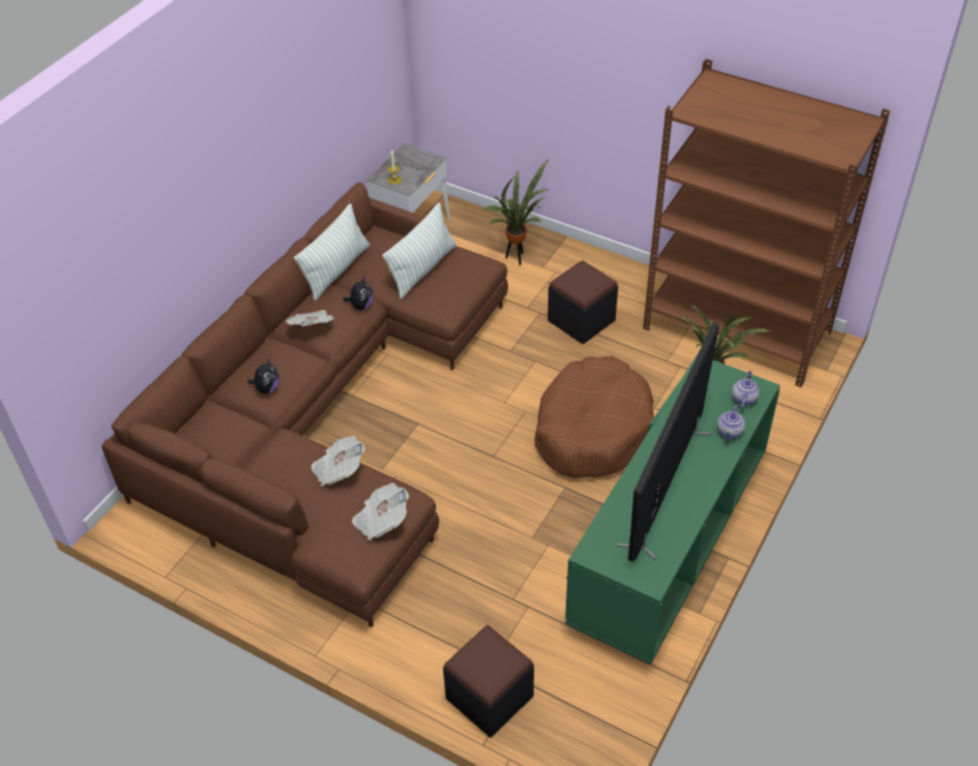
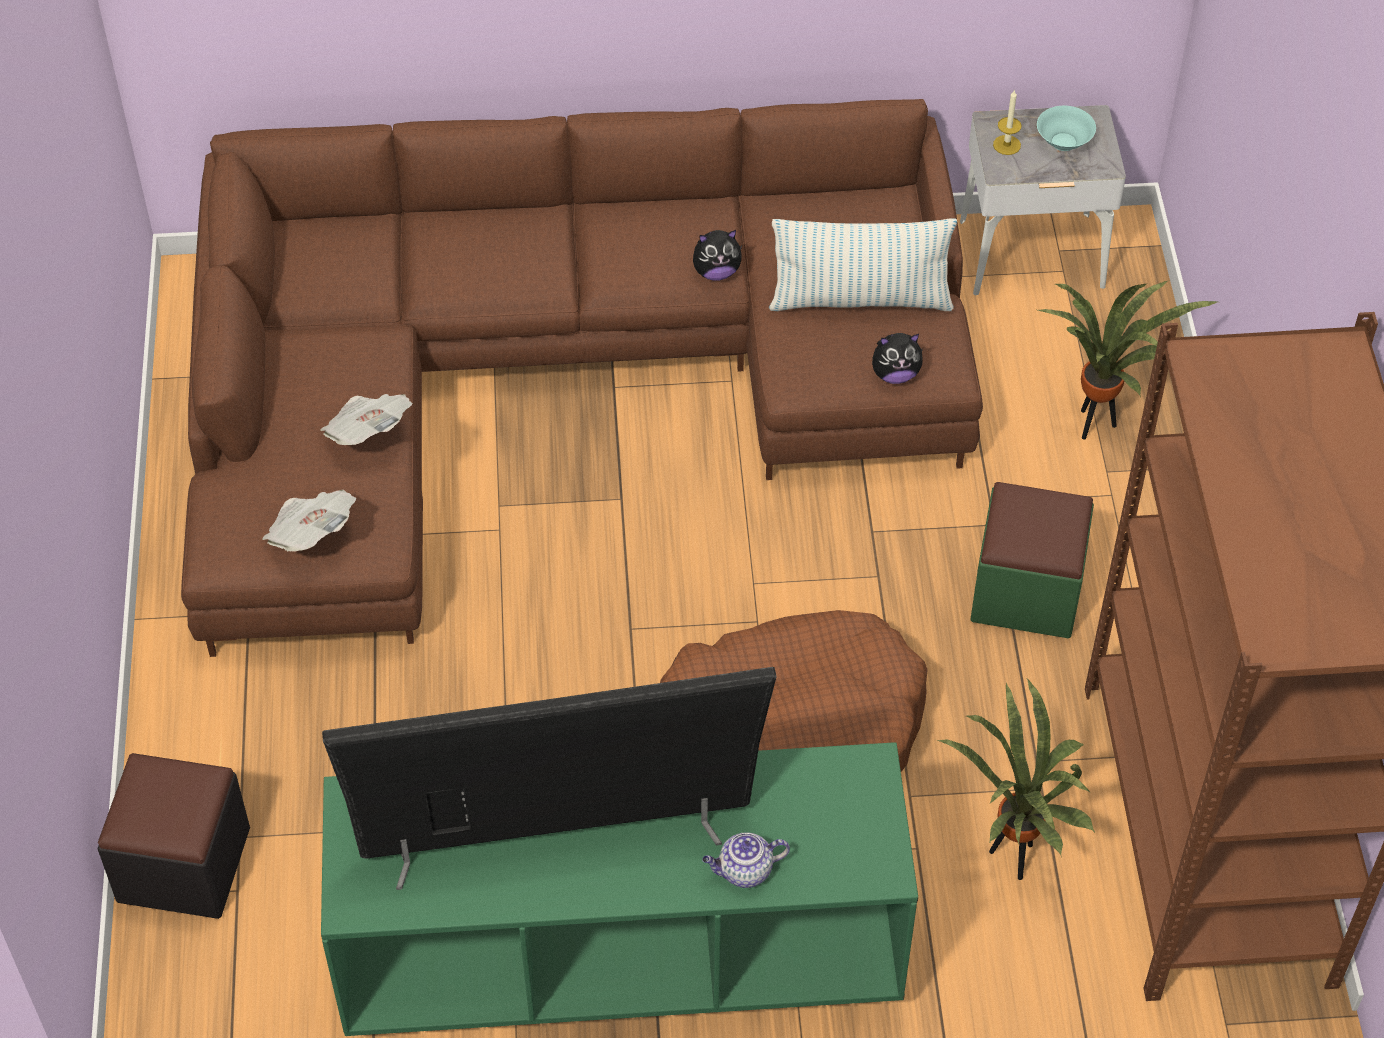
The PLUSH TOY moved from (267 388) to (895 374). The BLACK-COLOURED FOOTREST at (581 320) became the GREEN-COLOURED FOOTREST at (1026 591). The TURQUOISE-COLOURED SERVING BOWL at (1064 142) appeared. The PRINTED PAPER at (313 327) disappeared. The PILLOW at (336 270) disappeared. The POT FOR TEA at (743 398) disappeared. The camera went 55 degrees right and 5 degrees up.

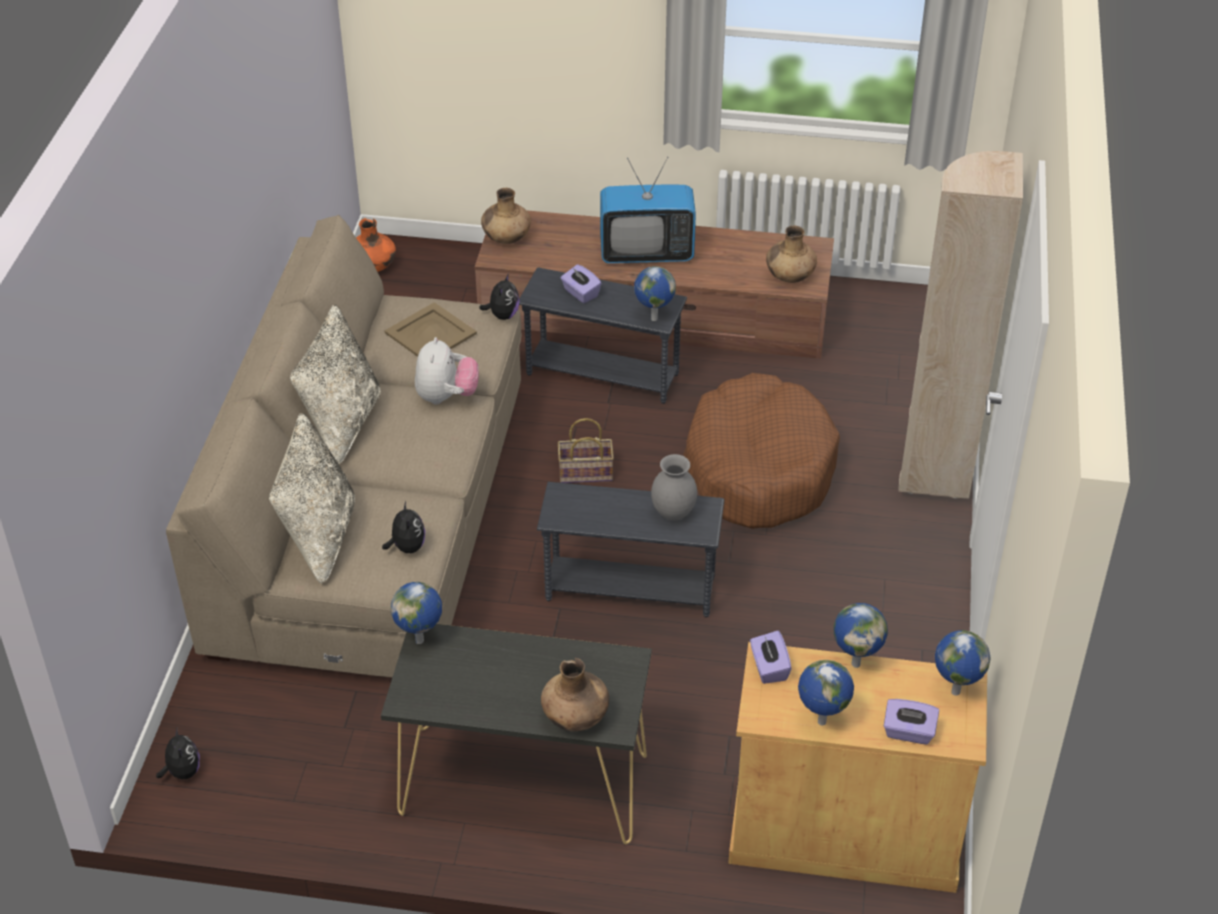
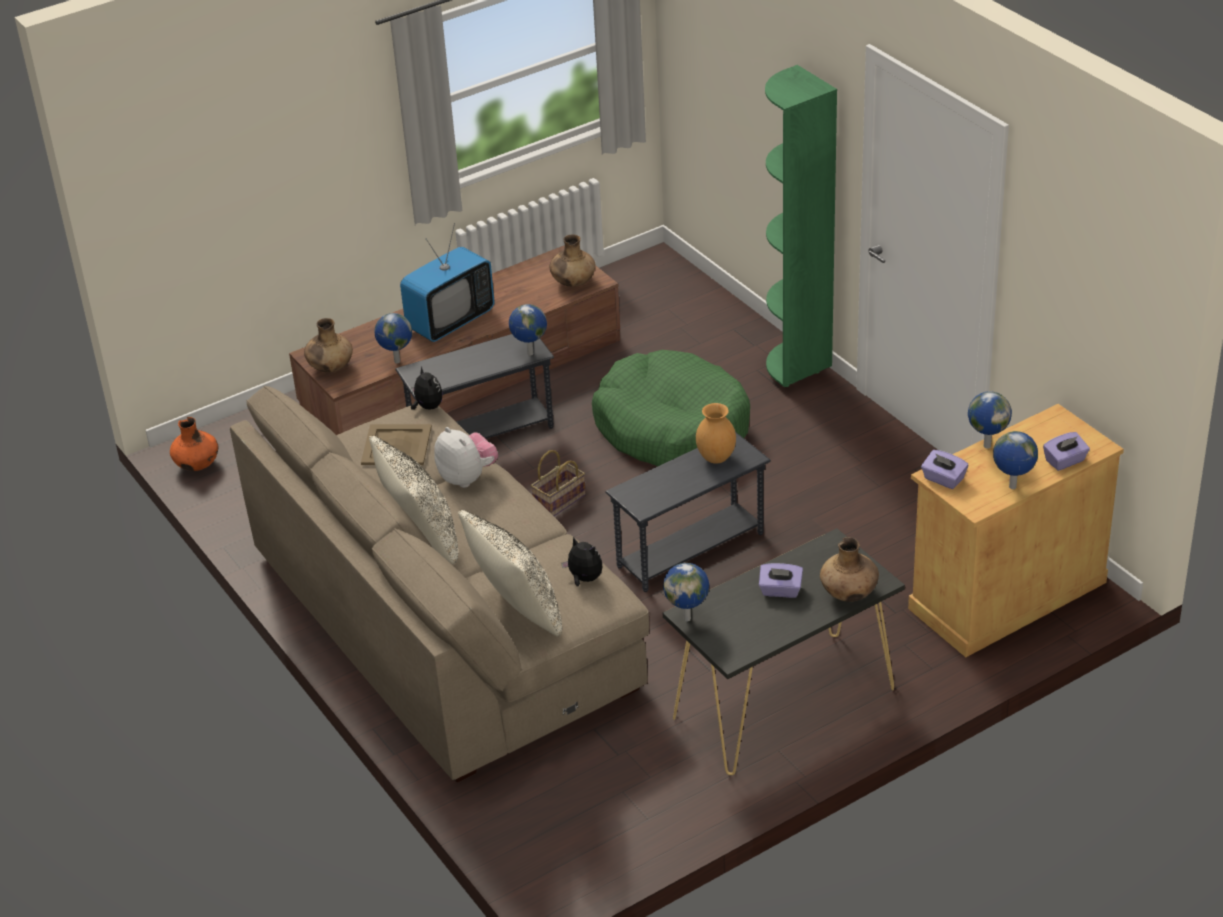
The WORLD GLOBE moved from (954 691) to (396 361). The BROWN PET BED at (759 469) became the GREEN-COLOURED PET BED at (673 429). The GREYISH DECORATIVE VASE at (673 513) became the BROWN DECORATIVE VASE at (715 458). The PURPLE BOX OF TISSUES moved from (580 293) to (780 591). The BEIGE BOOKSHELF at (935 481) became the GREEN-COLOURED BOOKSHELF at (793 370). The PLUSH TOY at (182 772) disappeared. The camera went 40 degrees left and 5 degrees down.

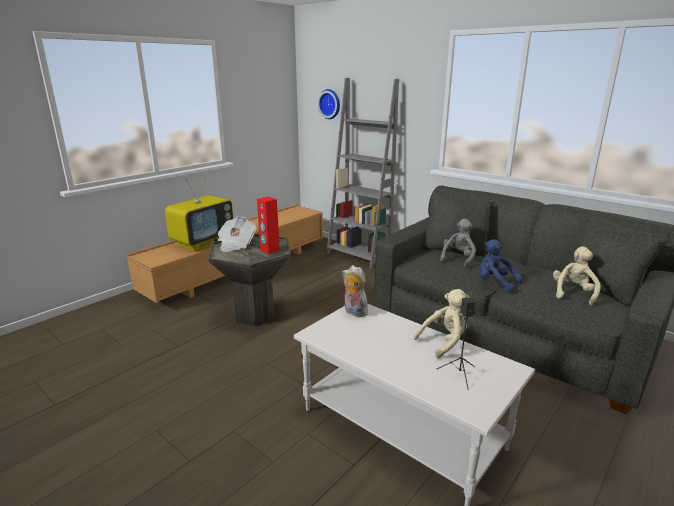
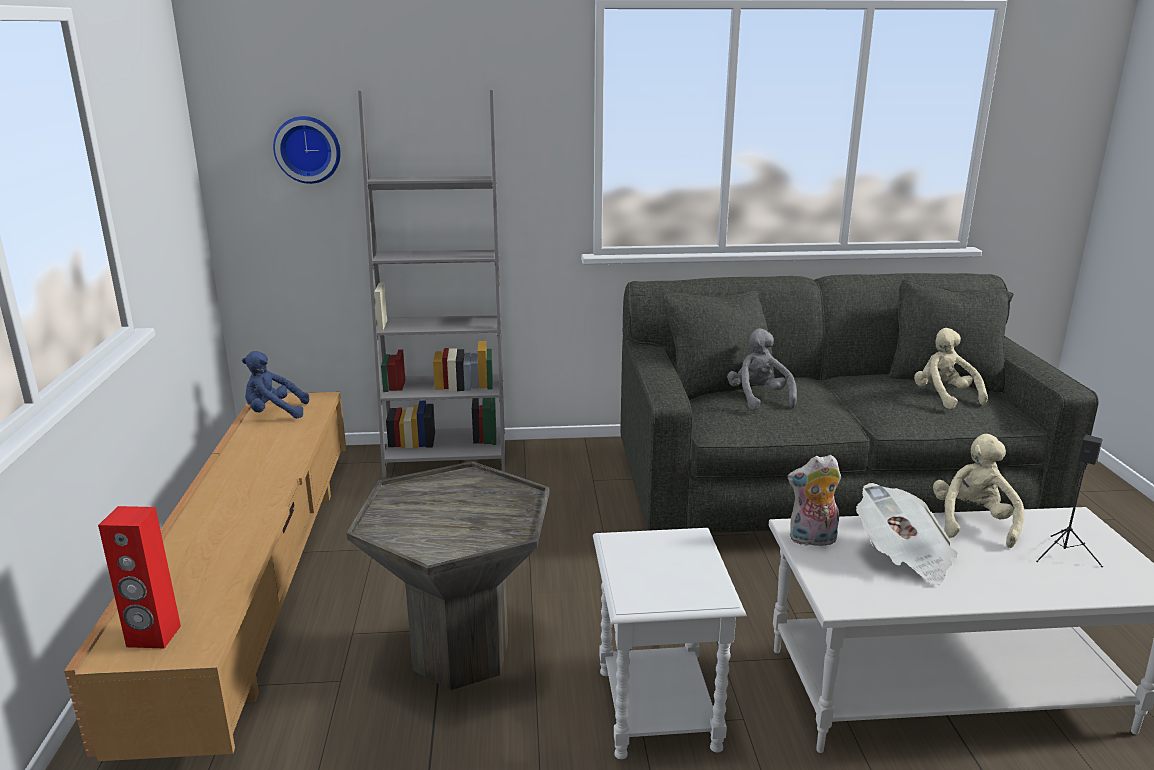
The REDDISH AUDIO SPEAKER moved from (269 250) to (153 637). The BLUE-COLOURED PLUSH TOY moved from (495 283) to (274 413). The WHITE END TABLE at (655 708) appeared. The PRINTED PAPER moved from (236 244) to (903 556). The TELEVISION at (203 242) disappeared. The camera went 45 degrees left and 0 degrees up.

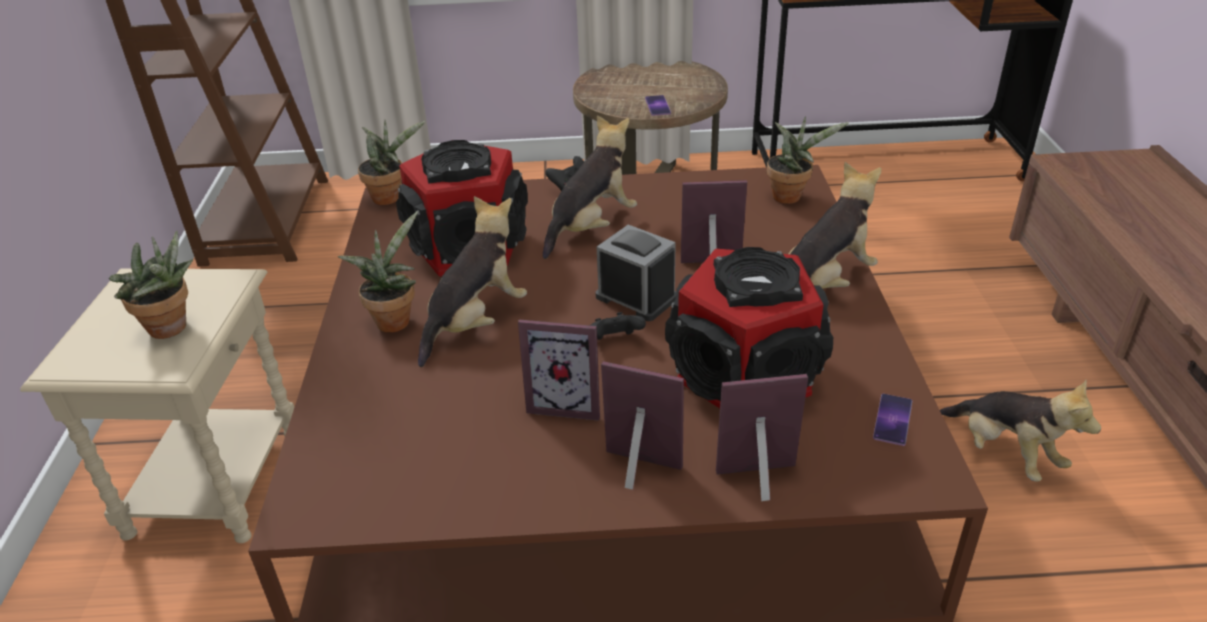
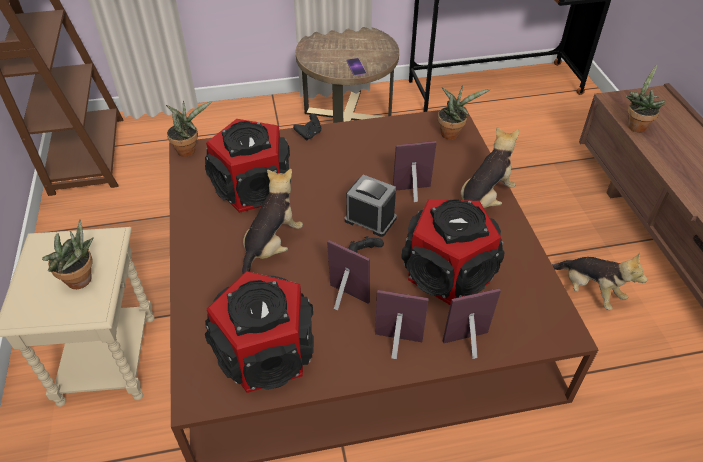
The AUDIO SPEAKER at (266 352) appeared. The STANDING FRAME at (567 402) turned 150 degrees counterclockwise. The POTTED PLANT moved from (394 319) to (635 125). The PLUSH TOY at (591 227) disappeared. The PHONE at (892 419) disappeared. The camera went 10 degrees left and 10 degrees up.

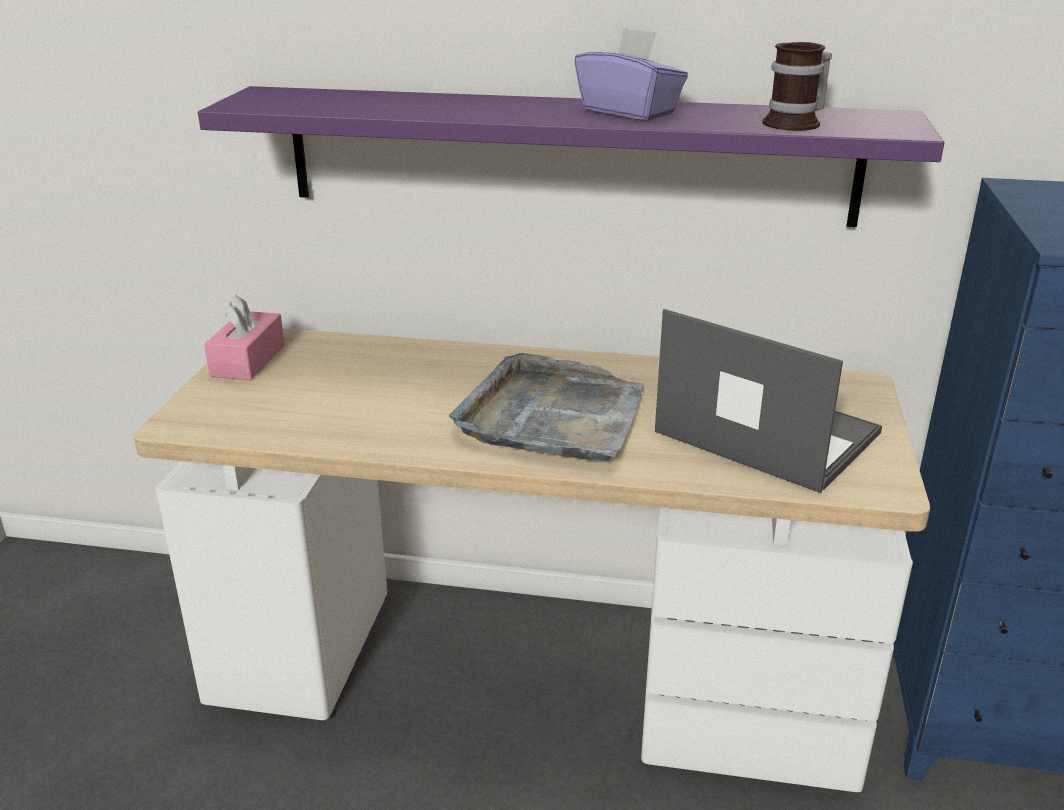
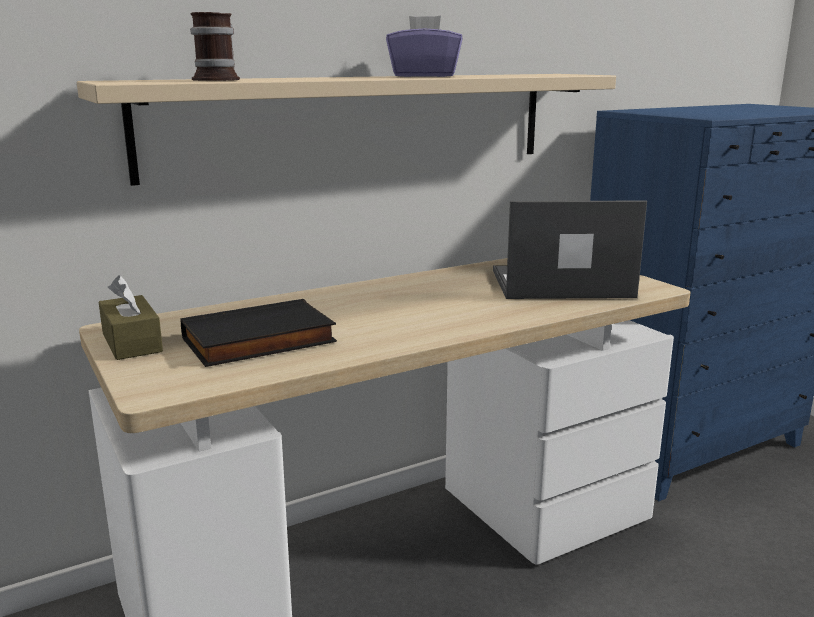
The PURPLE SHELF at (567 155) became the BEIGE SHELF at (357 122). The PINKISH BOX OF TISSUES at (248 360) became the BROWN BOX OF TISSUES at (132 342). The BLACK-COLOURED VOLUME at (258 342) appeared. The COFFEE MUG moved from (797 123) to (220 79). The GREYISH CARRYING TRAY at (552 416) disappeared. The camera went 40 degrees left and 10 degrees down.

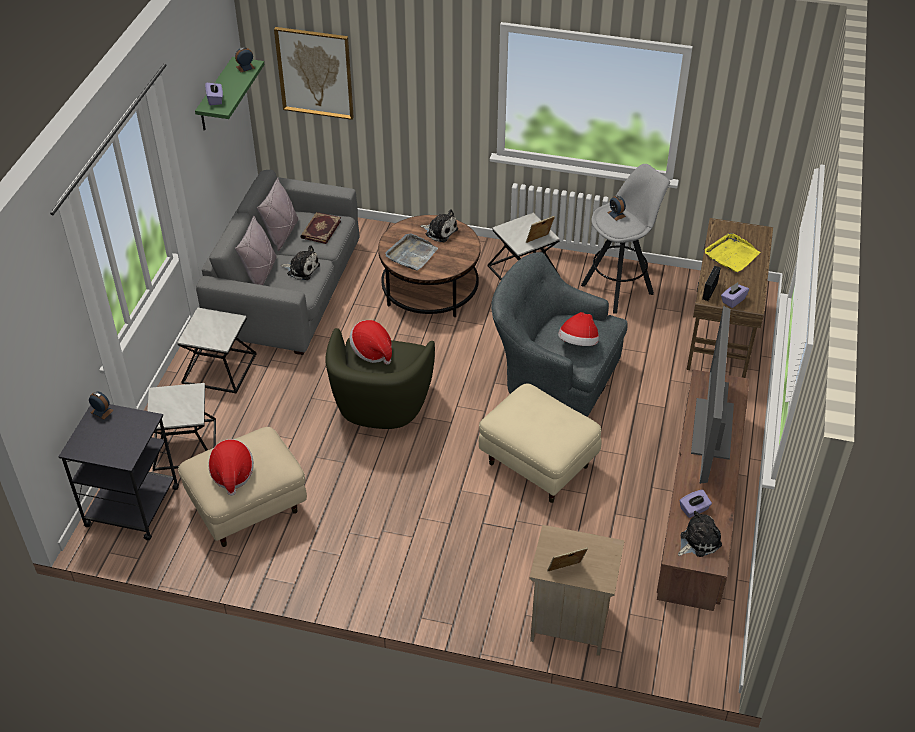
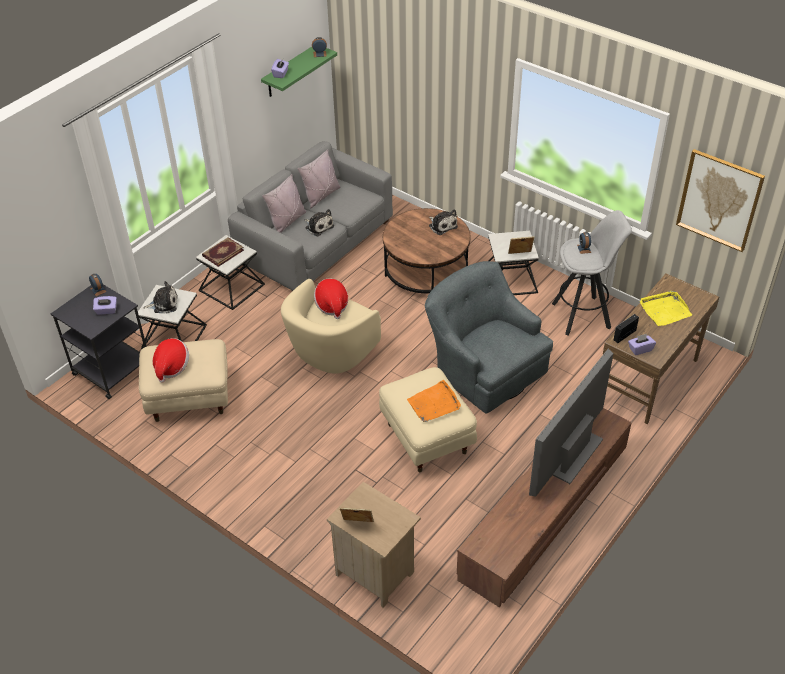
The PURPLE BOX OF TISSUES moved from (694 509) to (106 310). The PLUSH TOY moved from (698 541) to (163 304). The VOLUME moved from (320 229) to (222 253). The GREEN-COLOURED EASY CHAIR at (380 407) became the BEIGE EASY CHAIR at (332 353). The ORANGE CARRYING TRAY at (434 404) appeared. The PICTURE moved from (315 73) to (719 200). The GREYISH CARRYING TRAY at (411 254) disappeared. The CLOTHING HAT at (578 343) disappeared. The camera went 25 degrees right and 0 degrees up.

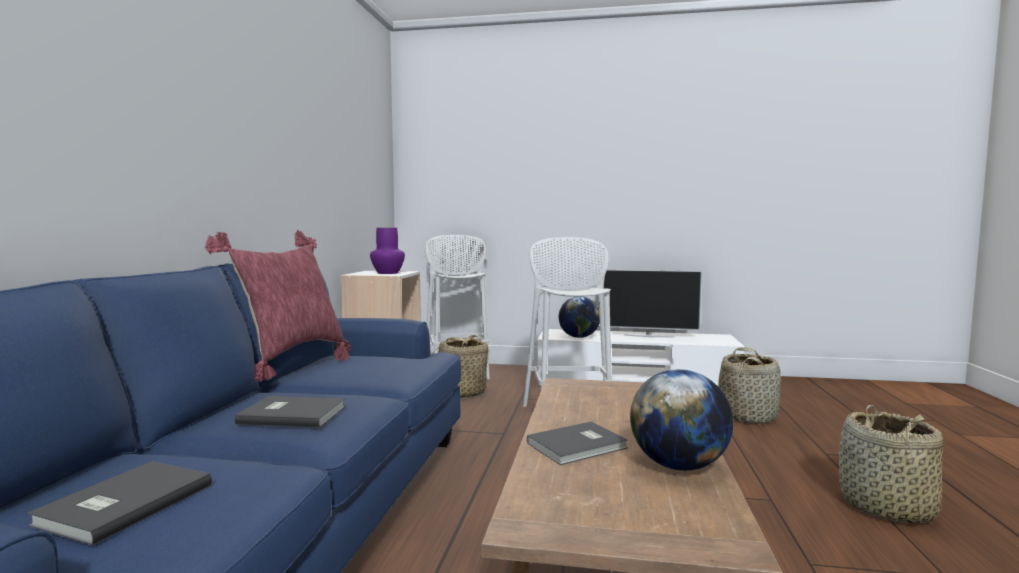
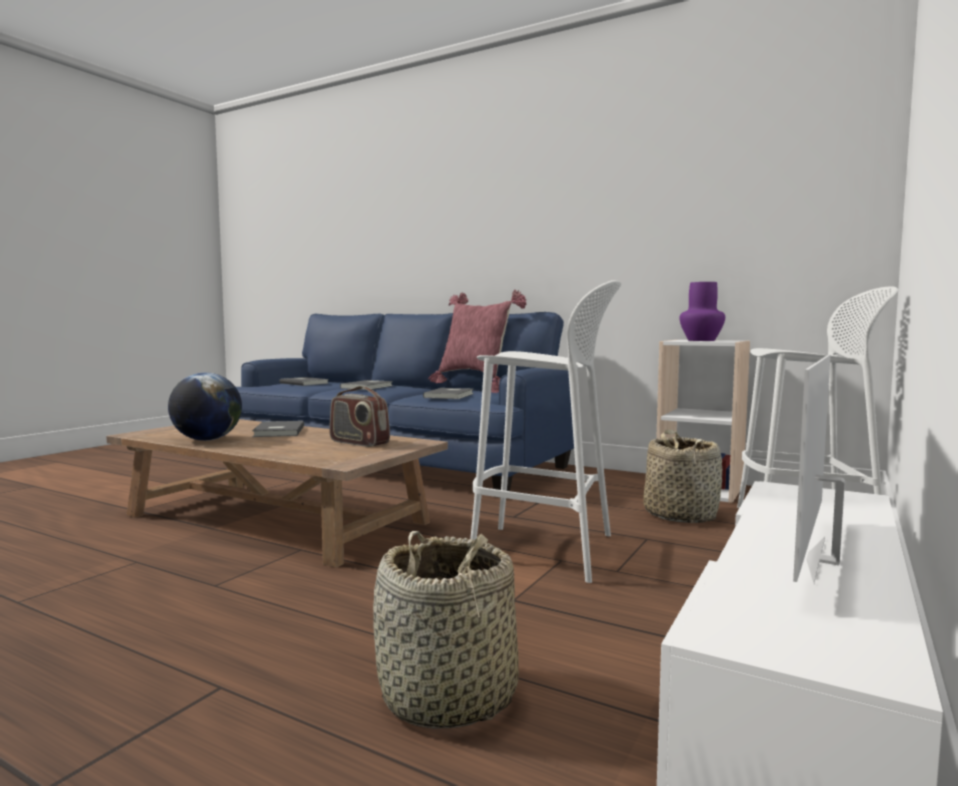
The RADIO at (359 443) appeared. The GREYISH VOLUME at (450 395) appeared. The WORLD GLOBE at (578 337) disappeared. The BASKET at (886 508) disappeared. The camera went 110 degrees right and 0 degrees up.

